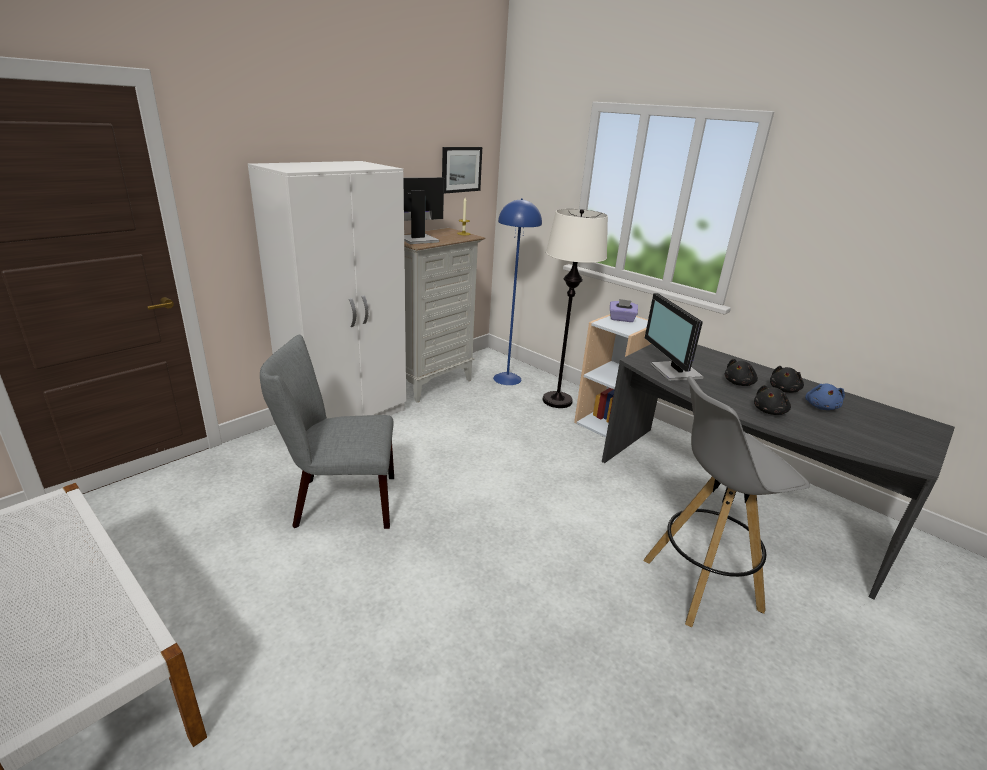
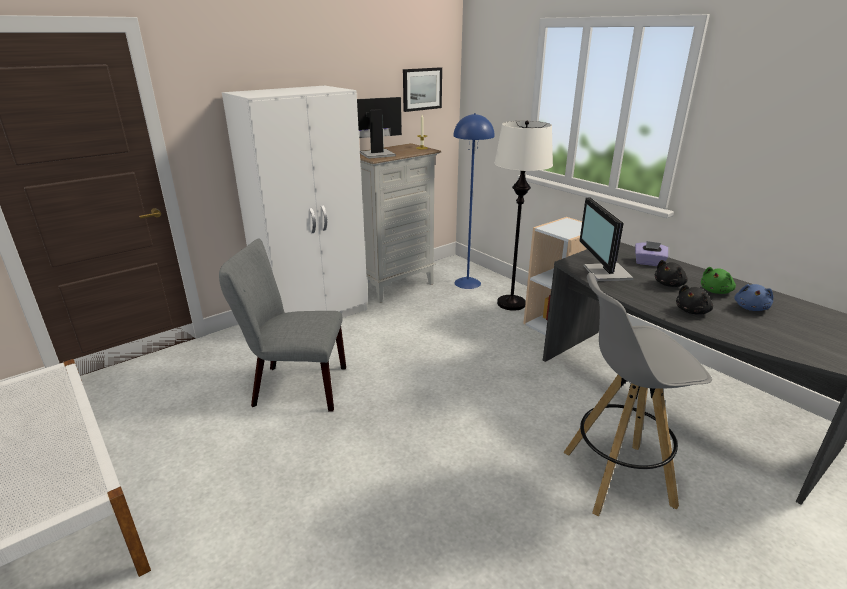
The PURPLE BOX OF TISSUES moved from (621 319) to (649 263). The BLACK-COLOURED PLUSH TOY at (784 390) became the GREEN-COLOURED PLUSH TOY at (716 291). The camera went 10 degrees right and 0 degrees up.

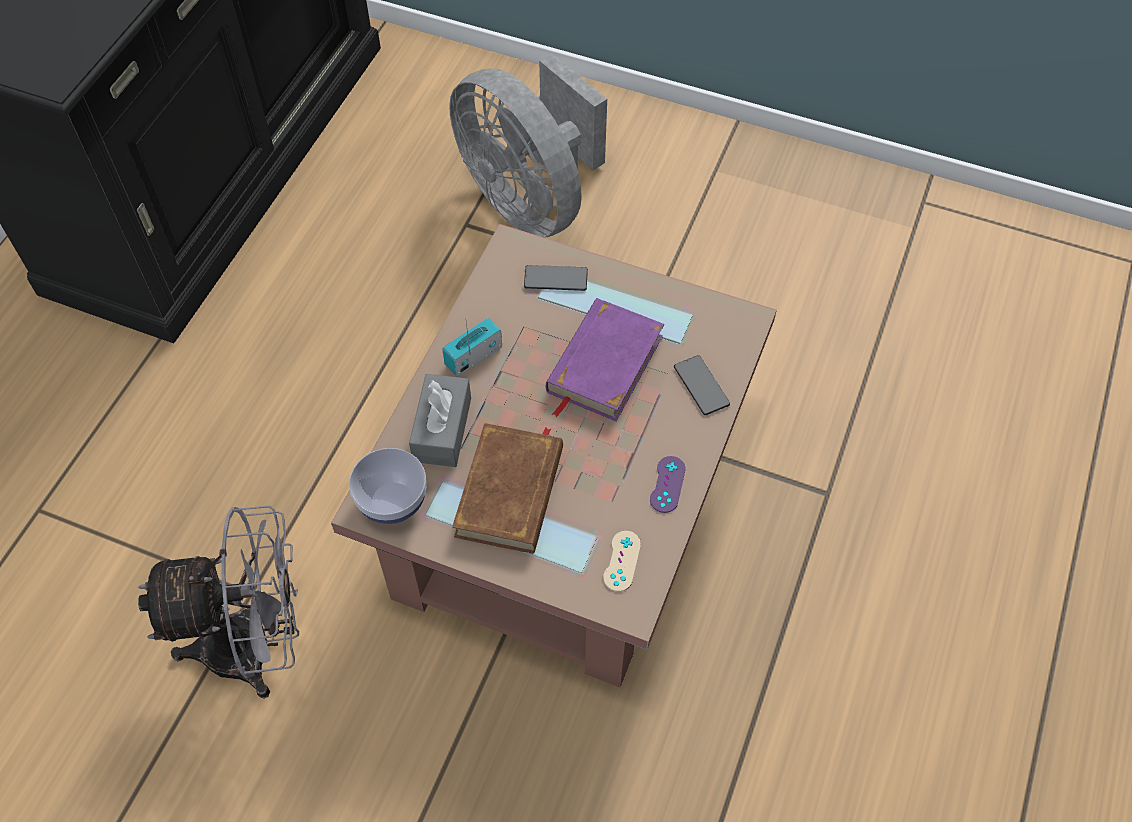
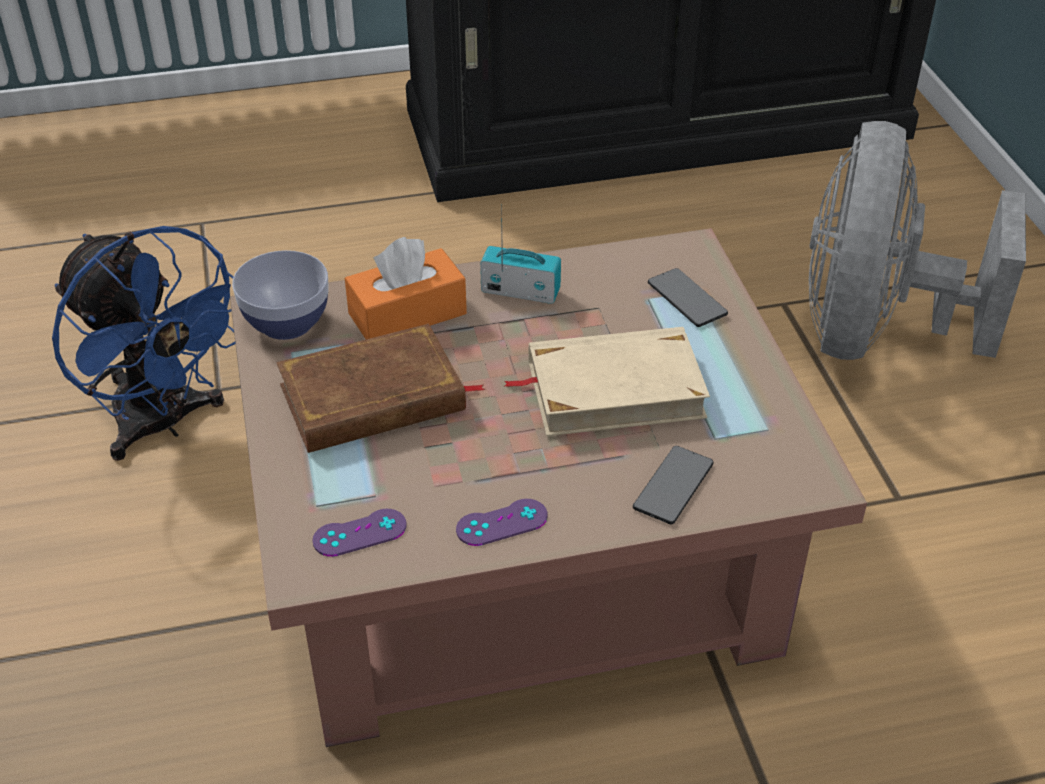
The GREYISH FAN at (257 647) became the BLUE-COLOURED FAN at (164 424). The BEIGE JOYPAD at (622 561) became the PURPLE JOYPAD at (359 533). The GREYISH BOX OF TISSUES at (442 429) became the ORANGE BOX OF TISSUES at (407 314). The PURPLE VOLUME at (604 364) became the BEIGE VOLUME at (614 389). The camera went 55 degrees right and 15 degrees down.

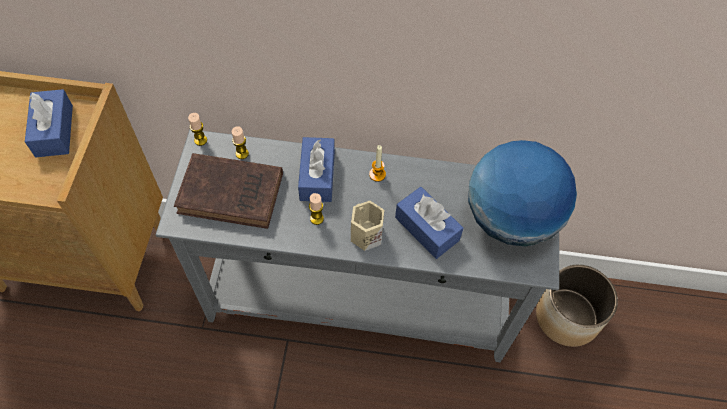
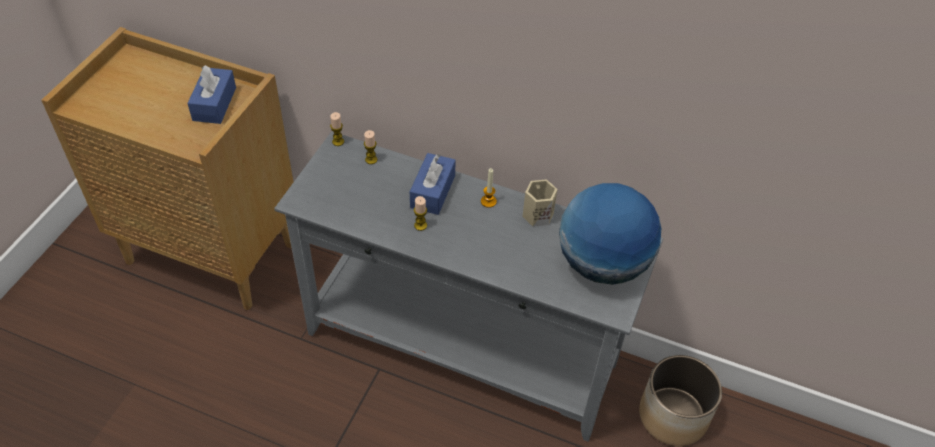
The BEIGE COFFEE MUG moved from (364 234) to (536 214). The BROWN VOLUME at (233 194) disappeared. The BLUE-COLOURED BOX OF TISSUES at (427 228) disappeared. The camera went 15 degrees right and 10 degrees down.

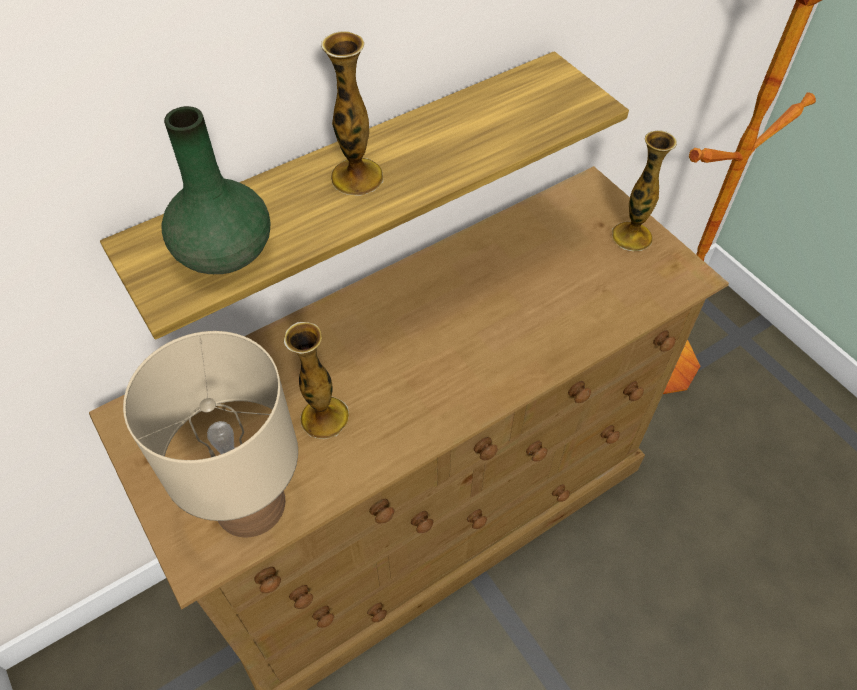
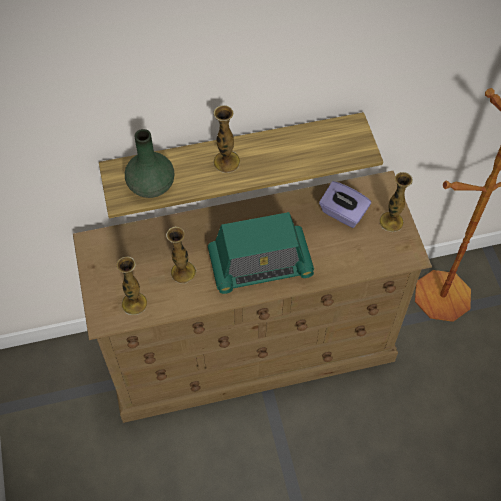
The BEIGE TABLE LAMP at (252 504) was replaced by the DECORATIVE VASE at (134 303). The RADIO at (260 264) appeared. The PURPLE BOX OF TISSUES at (342 213) appeared. The camera went 20 degrees right and 5 degrees up.

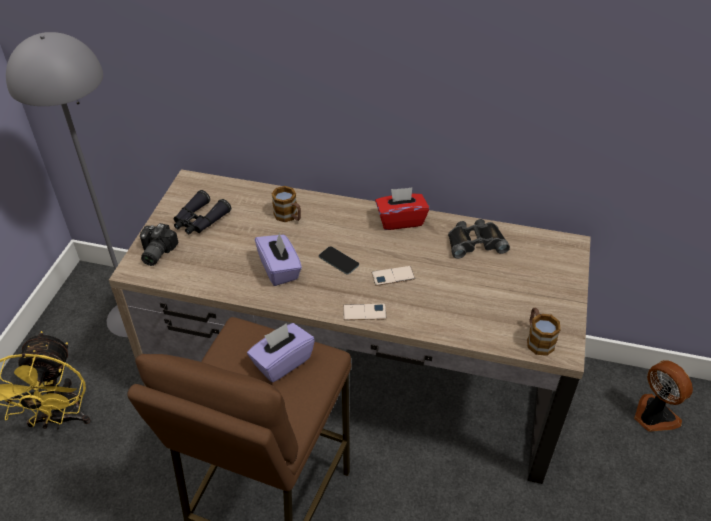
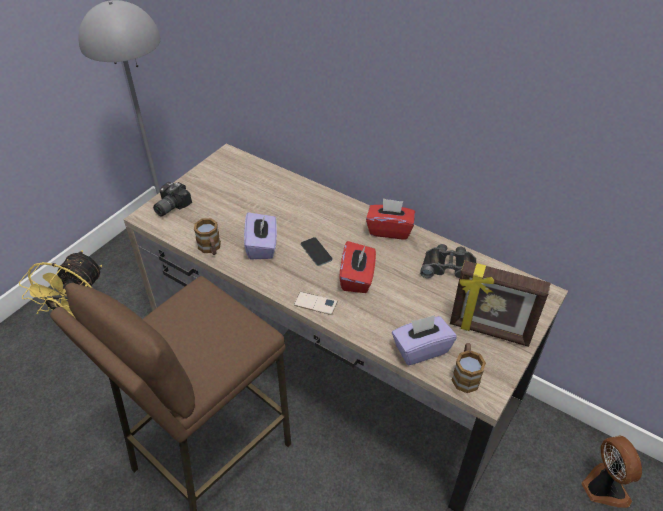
The COFFEE MUG moved from (289 216) to (210 248). The PHONE at (393 276) was replaced by the REDDISH BOX OF TISSUES at (357 278). The PURPLE BOX OF TISSUES moved from (282 362) to (421 349). The STANDING FRAME at (489 332) appeared. The BLACK-COLOURED PAIR OF BINOCULARS at (200 220) disappeared. The camera went 20 degrees right and 0 degrees up.

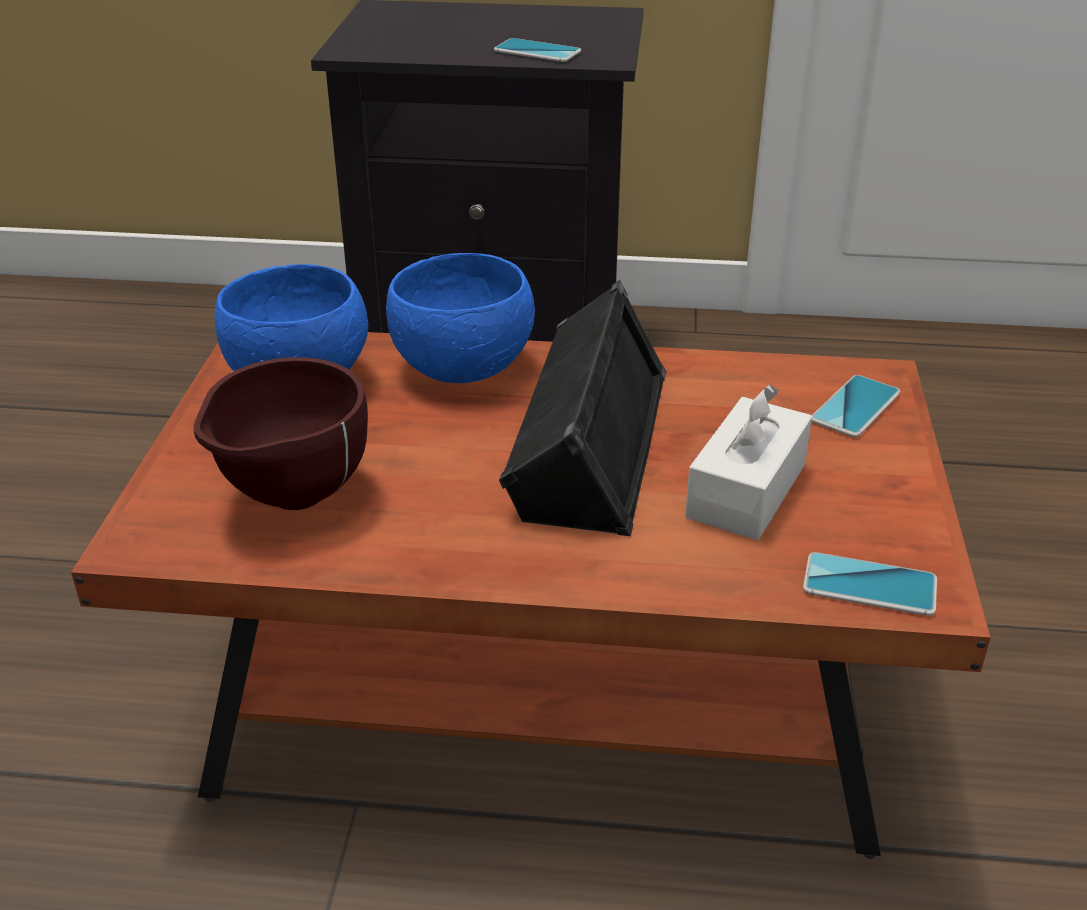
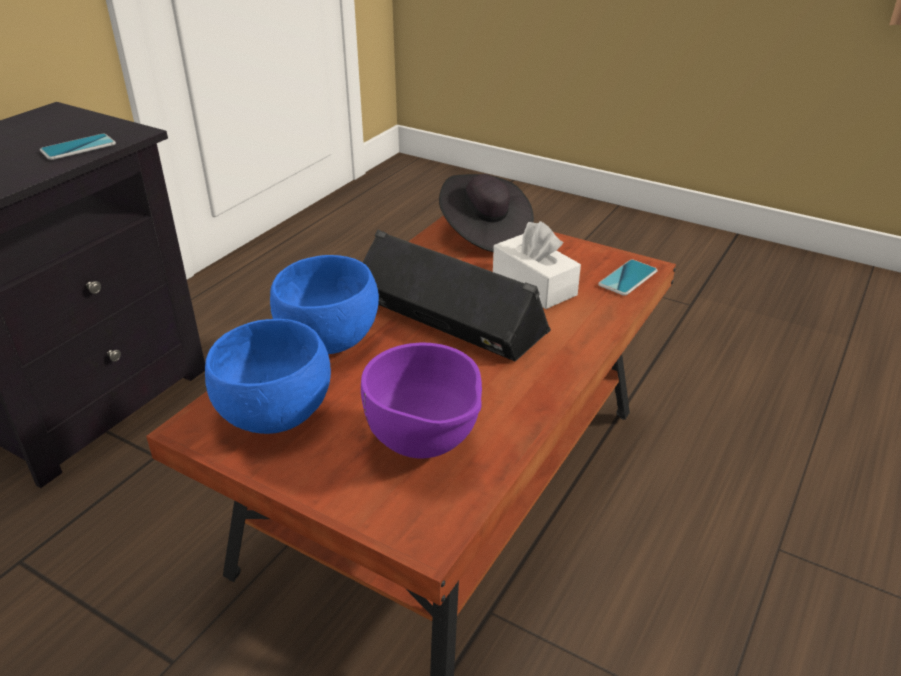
The BROWN SERVING BOWL at (291 499) became the PURPLE SERVING BOWL at (426 449). The PHONE at (855 407) was replaced by the BLACK-COLOURED CLOTHING HAT at (484 233). The camera went 65 degrees left and 0 degrees up.

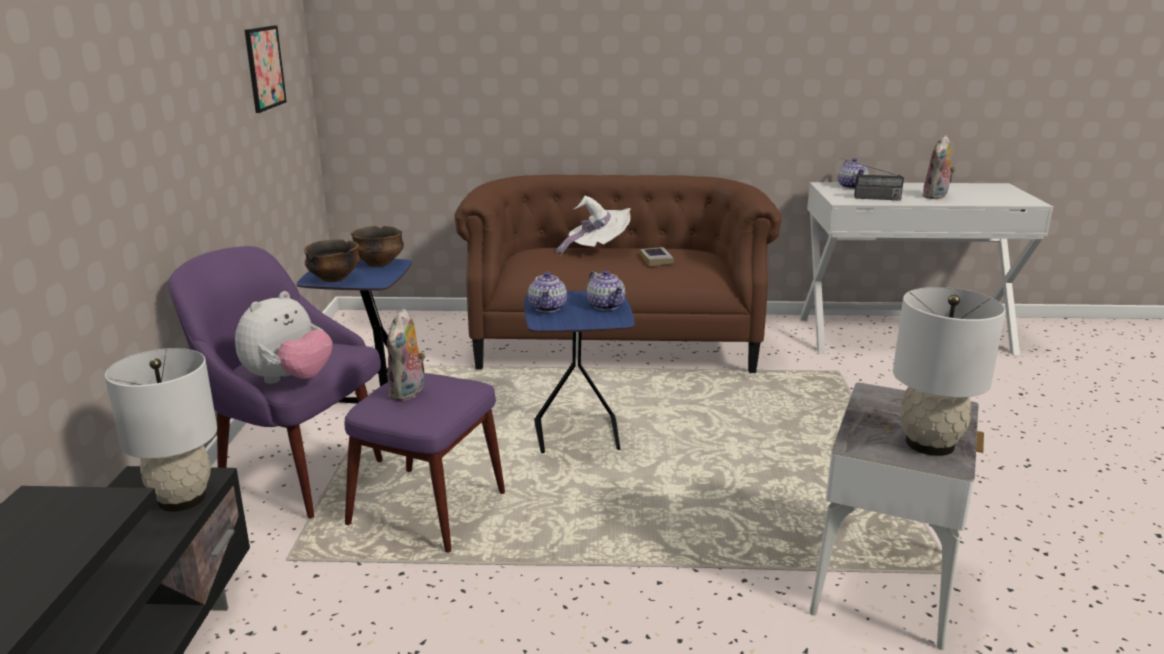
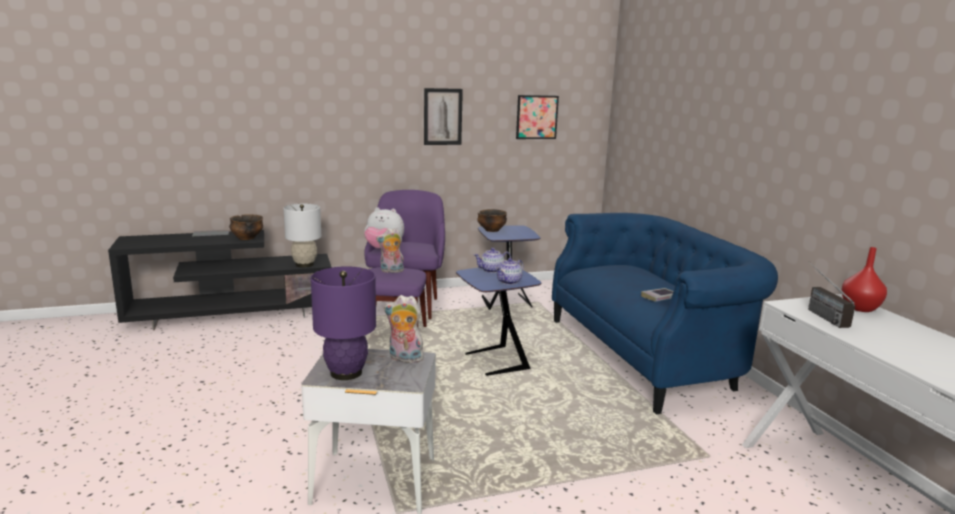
The SERVING BOWL moved from (379 263) to (247 238). The WHITE TABLE LAMP at (929 444) became the PURPLE TABLE LAMP at (346 373). The PLUSH TOY moved from (936 196) to (404 359). The PICTURE at (442 116) appeared. The BROWN SOFA at (614 343) became the BLUE-COLOURED SOFA at (647 355). The POT FOR TEA at (851 186) was replaced by the REDDISH DECORATIVE VASE at (861 308). The WHITE CLOTHING HAT at (597 250) disappeared. The camera went 70 degrees right and 5 degrees down.

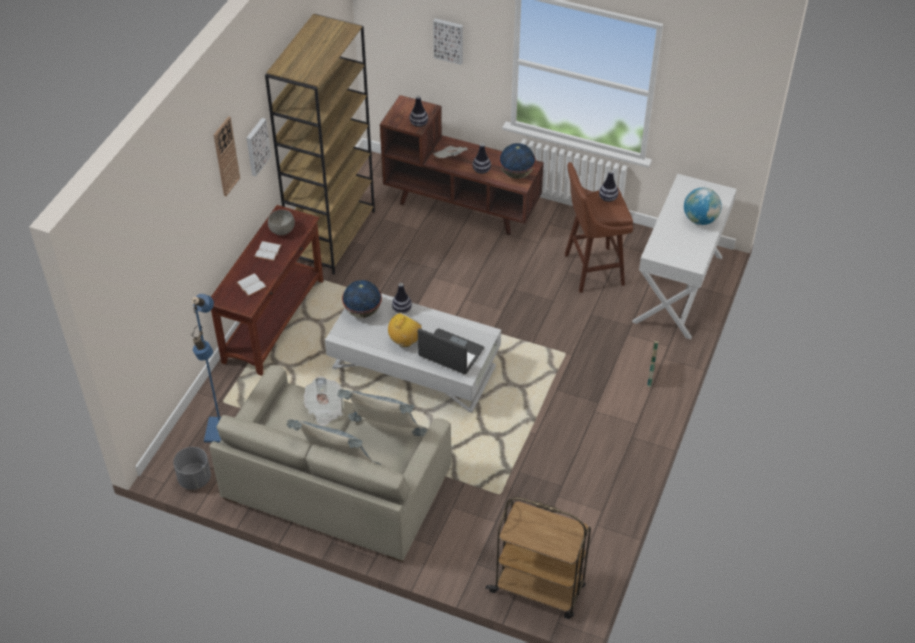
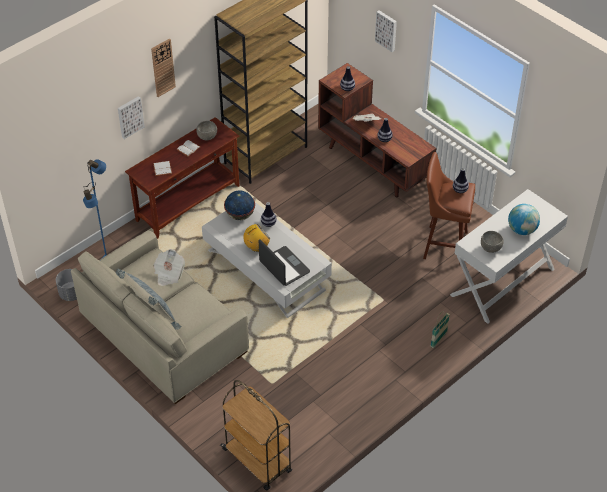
The PICTURE moved from (256 146) to (130 116). The GREYISH SERVING BOWL at (491 248) appeared. The PILLOW at (383 438) disappeared. The WORLD GLOBE at (516 174) disappeared. The camera went 25 degrees right and 0 degrees up.

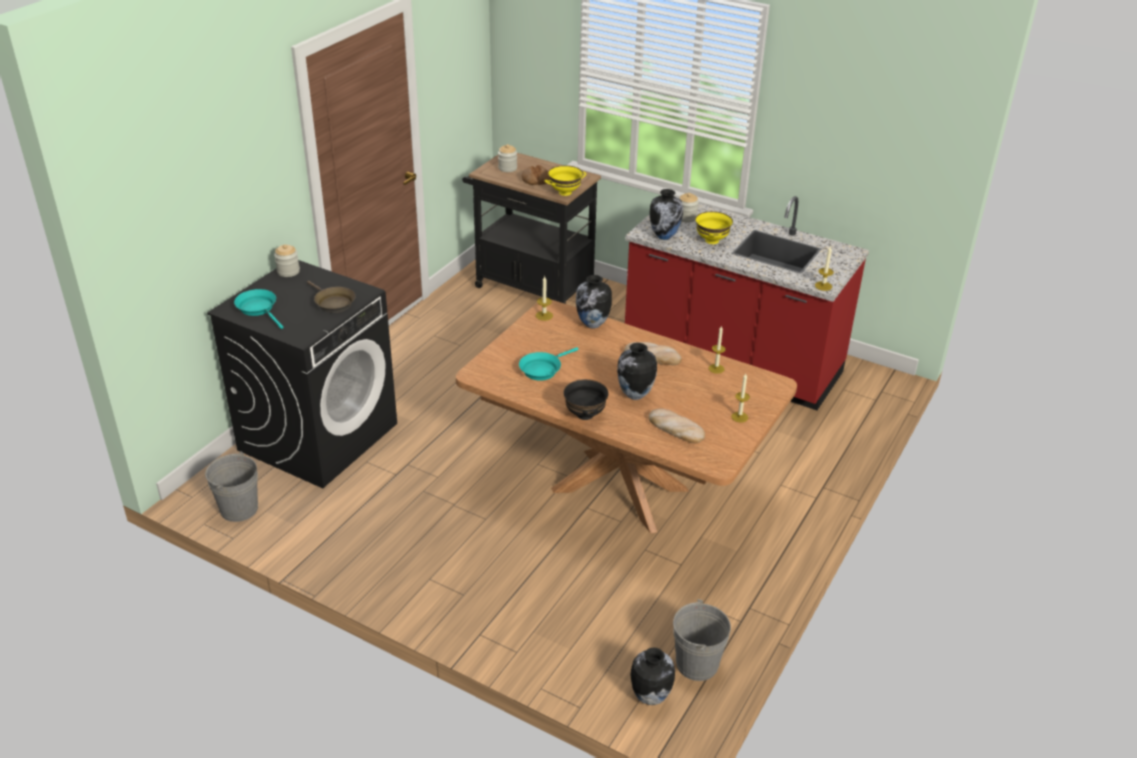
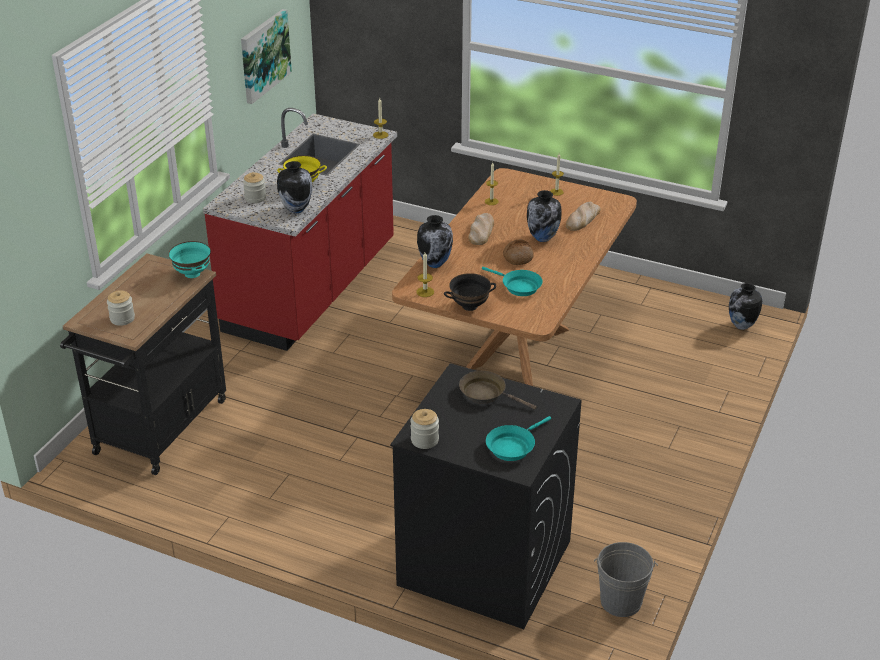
The YELLOW SERVING BOWL at (565 193) became the TURQUOISE-COLOURED SERVING BOWL at (193 273). The PICTURE at (264 55) appeared. The BLACK-COLOURED SERVING BOWL moved from (585 415) to (469 306). The BROWN SKILLET at (333 303) turned 105 degrees counterclockwise. The BAKED BREAD moved from (536 180) to (518 257). The GREYISH WATER BUCKET at (697 664) disappeared. The camera went 95 degrees left and 0 degrees up.

